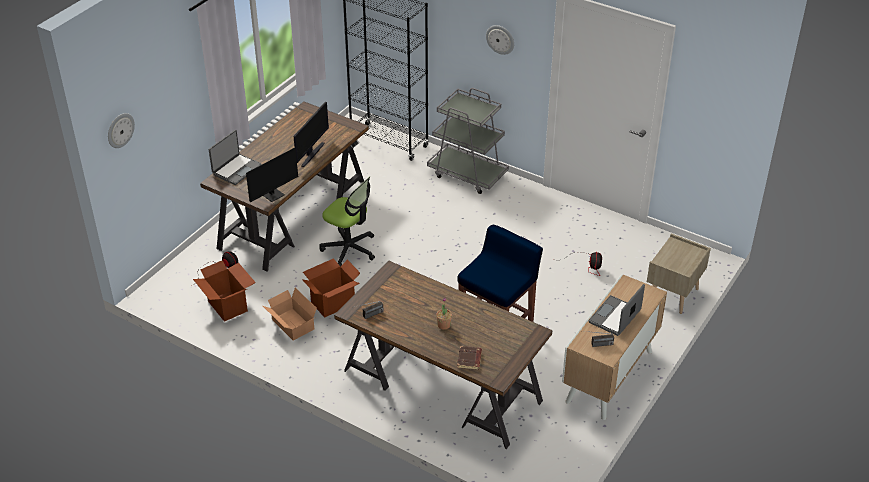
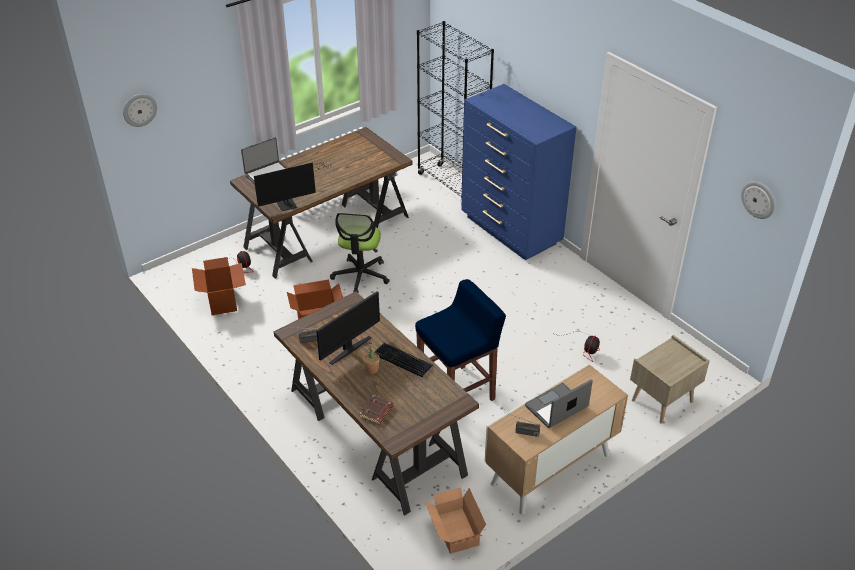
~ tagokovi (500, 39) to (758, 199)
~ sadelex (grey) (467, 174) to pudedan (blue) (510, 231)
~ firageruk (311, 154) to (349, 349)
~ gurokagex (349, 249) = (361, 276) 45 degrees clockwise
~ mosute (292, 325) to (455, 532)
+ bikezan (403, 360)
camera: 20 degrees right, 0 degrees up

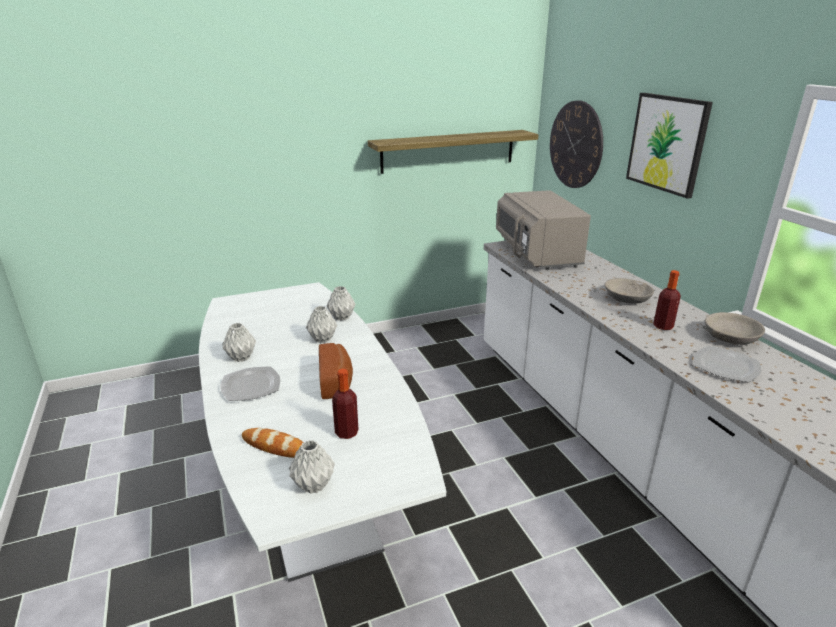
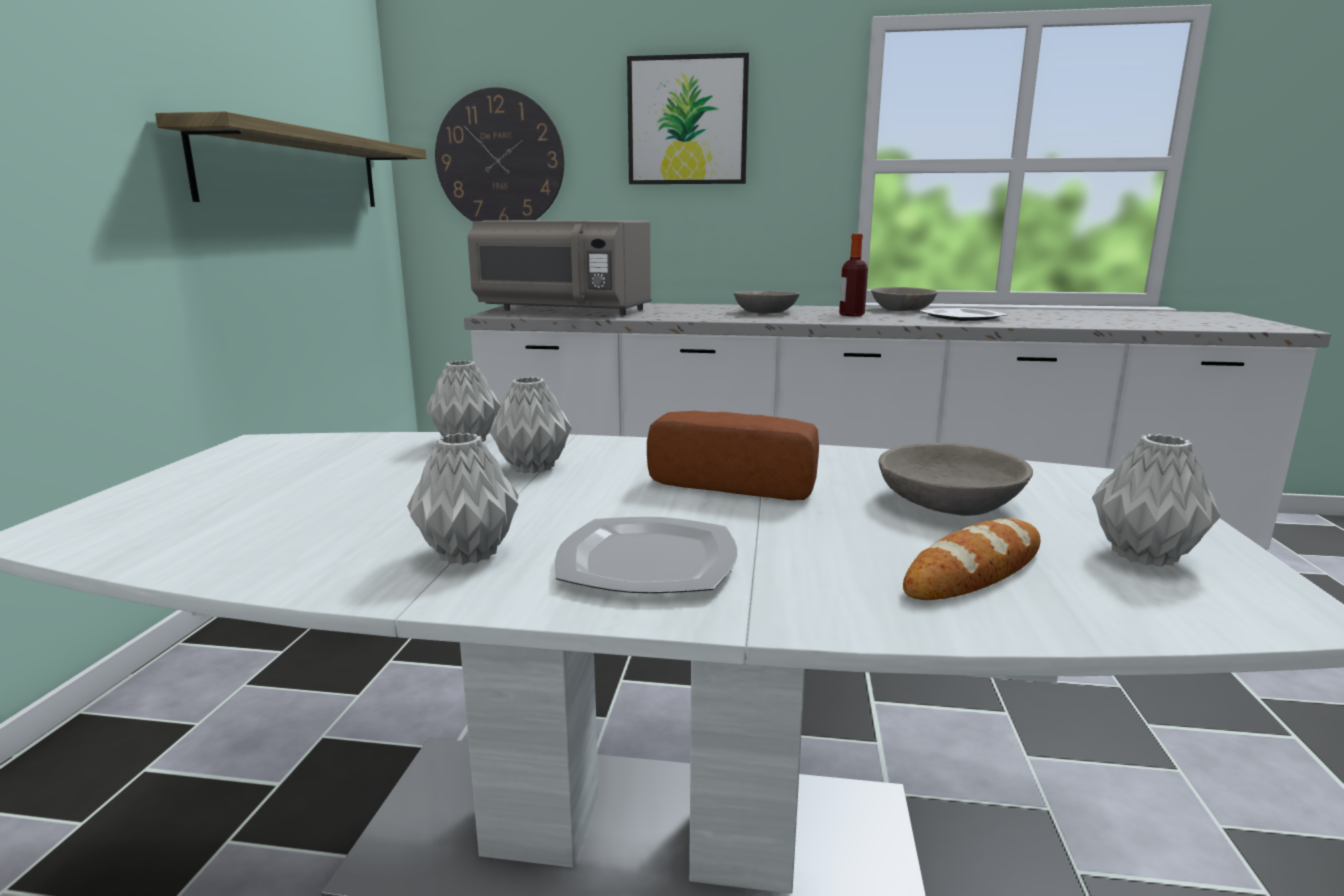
~ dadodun (346, 432) to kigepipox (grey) (949, 503)
camera: 60 degrees left, 10 degrees down

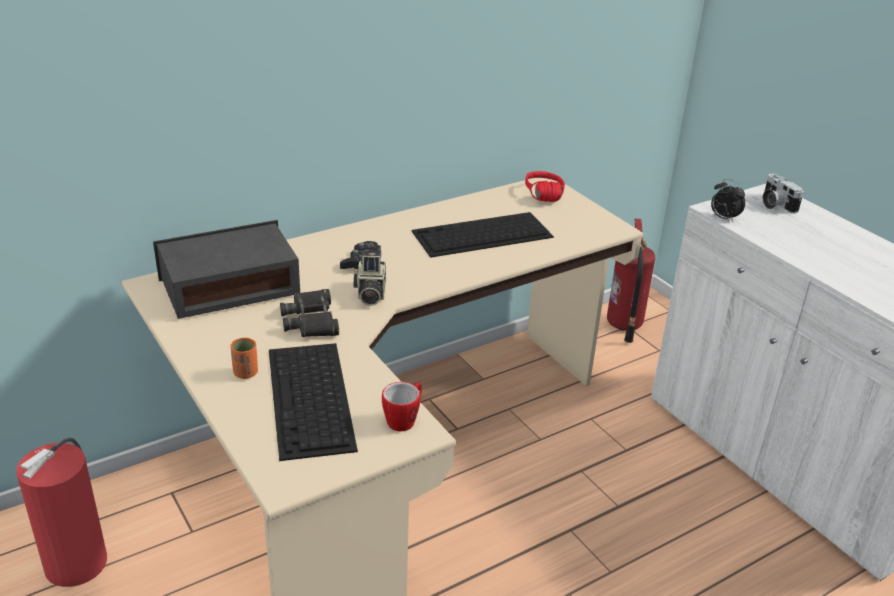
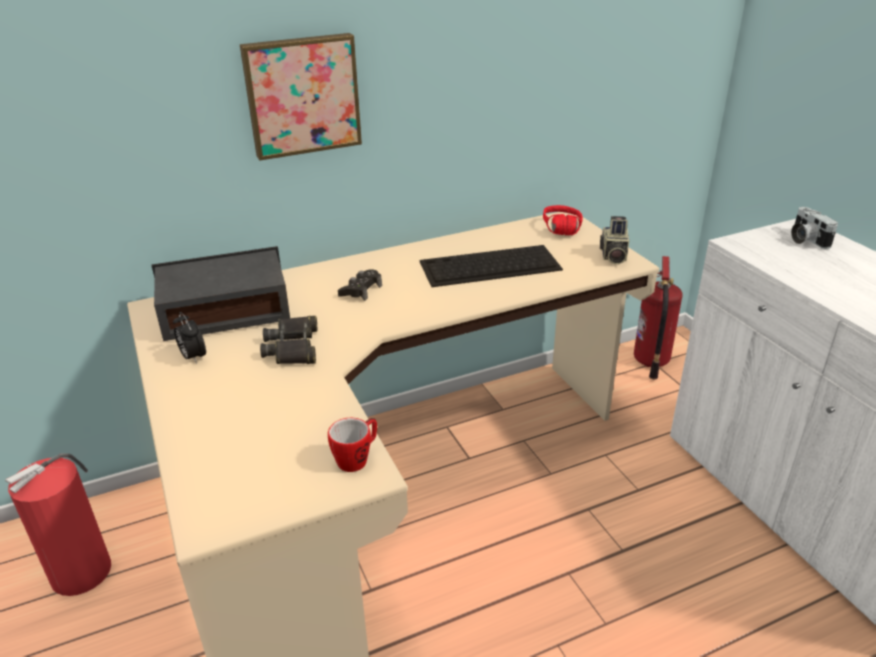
~ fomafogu (723, 218) to (193, 357)
~ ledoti (370, 294) to (612, 256)
- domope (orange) (245, 373)
- bikezan (311, 399)
+ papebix (302, 95)
camera: 10 degrees right, 0 degrees up

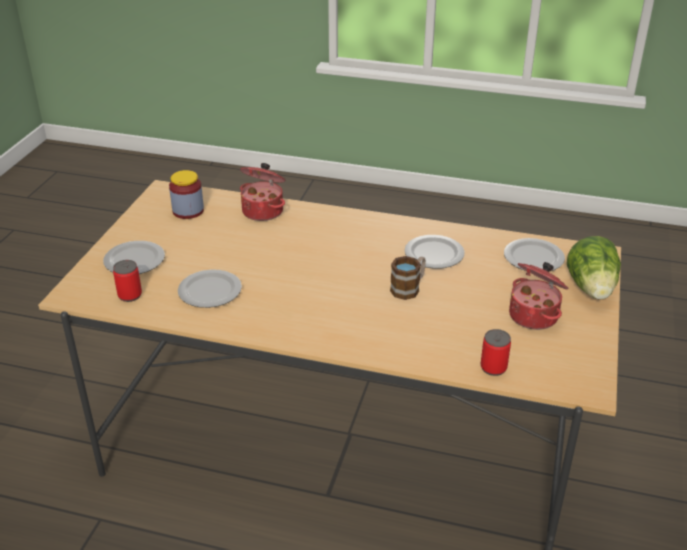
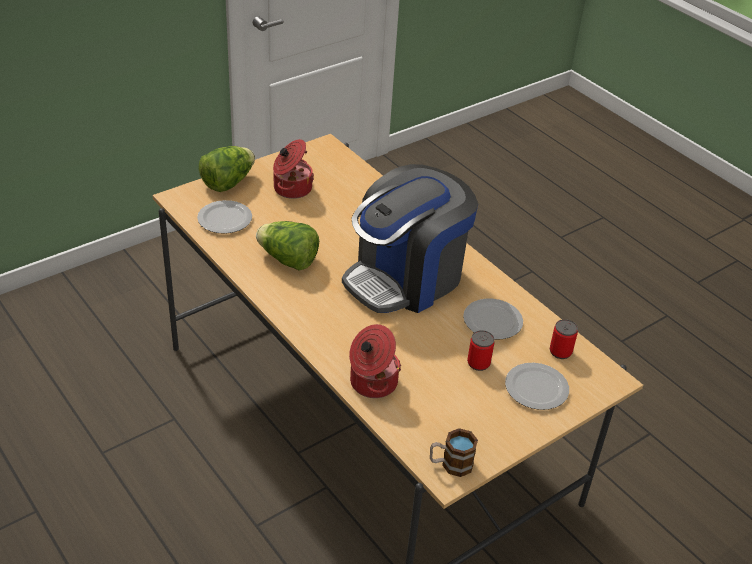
- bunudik (188, 211)
~ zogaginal (433, 254) to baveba (288, 260)
~ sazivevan (409, 288) to (450, 464)
~ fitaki (493, 368) to (478, 363)
+ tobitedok (406, 278)
camera: 145 degrees left, 5 degrees up

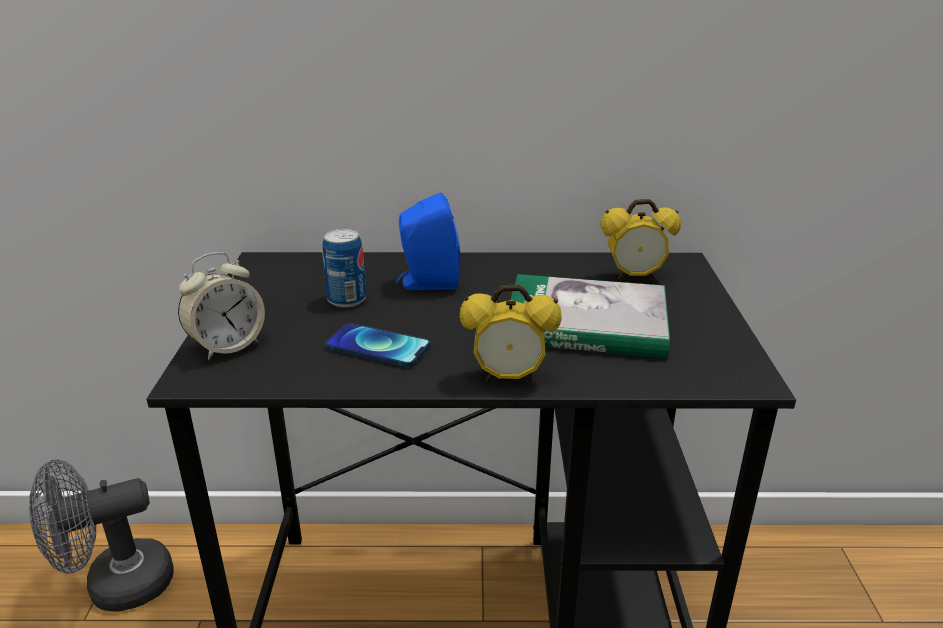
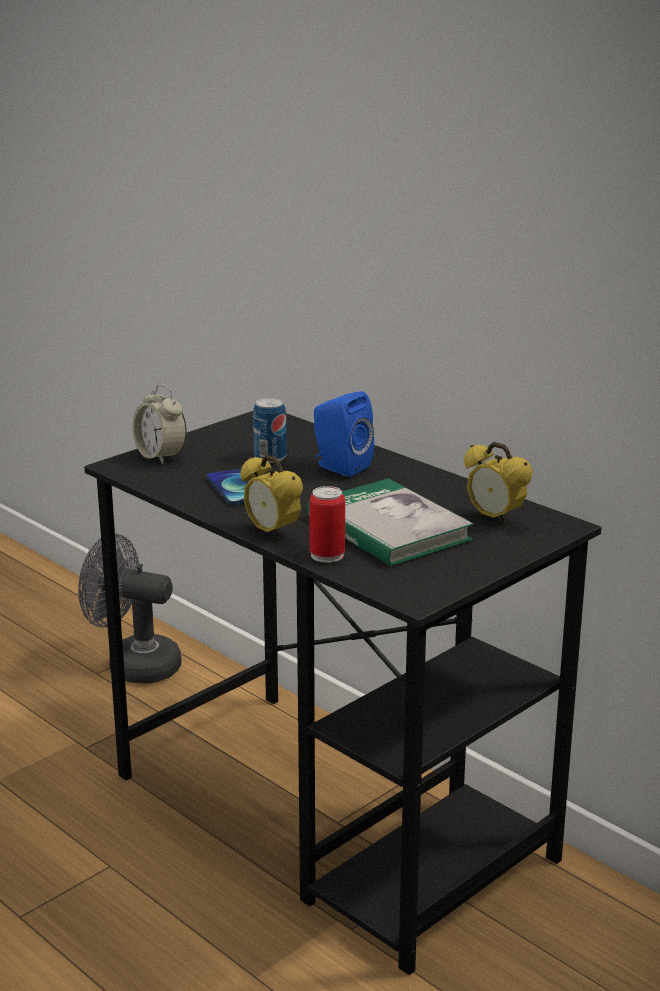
~ fomafogu (227, 346) = (160, 456) 45 degrees clockwise
+ fitaki (327, 555)
camera: 45 degrees right, 5 degrees down

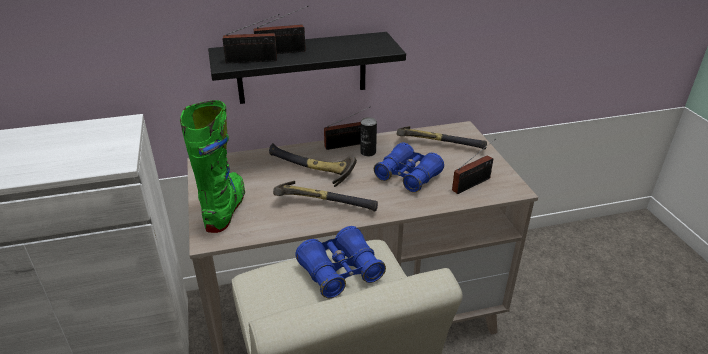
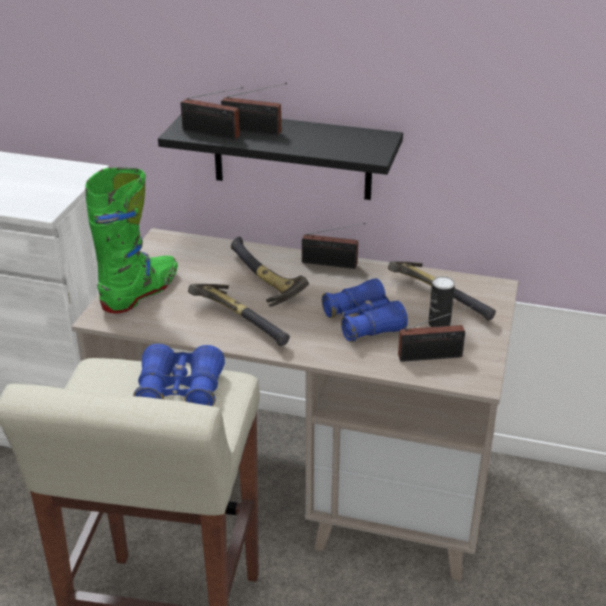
~ fitaki (368, 152) to (439, 324)
camera: 30 degrees right, 0 degrees up

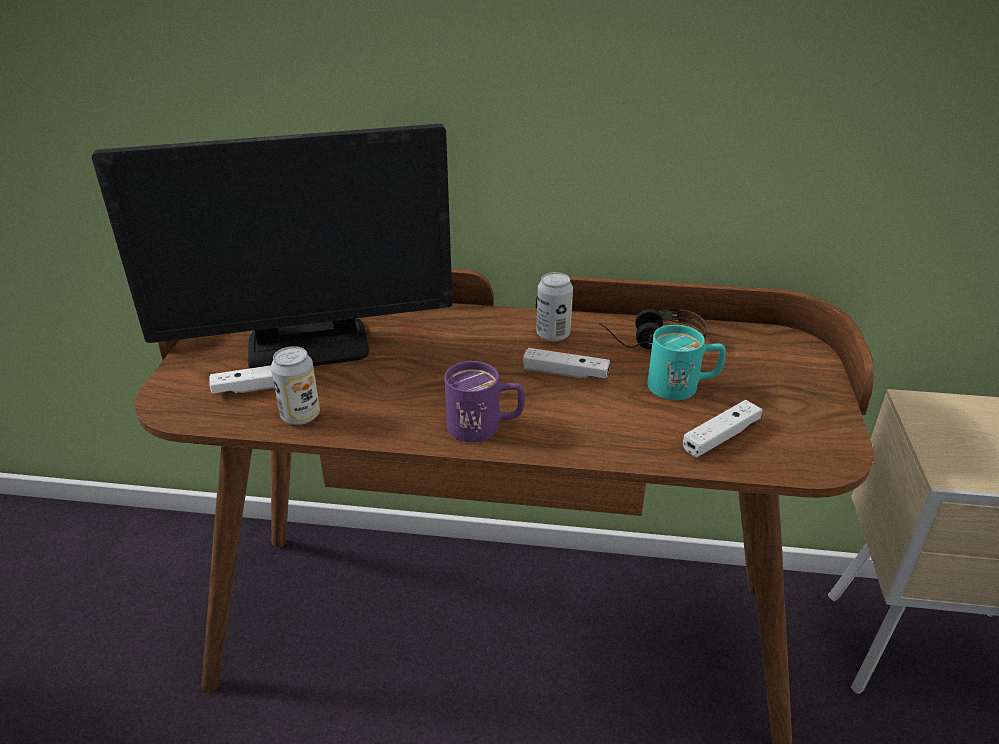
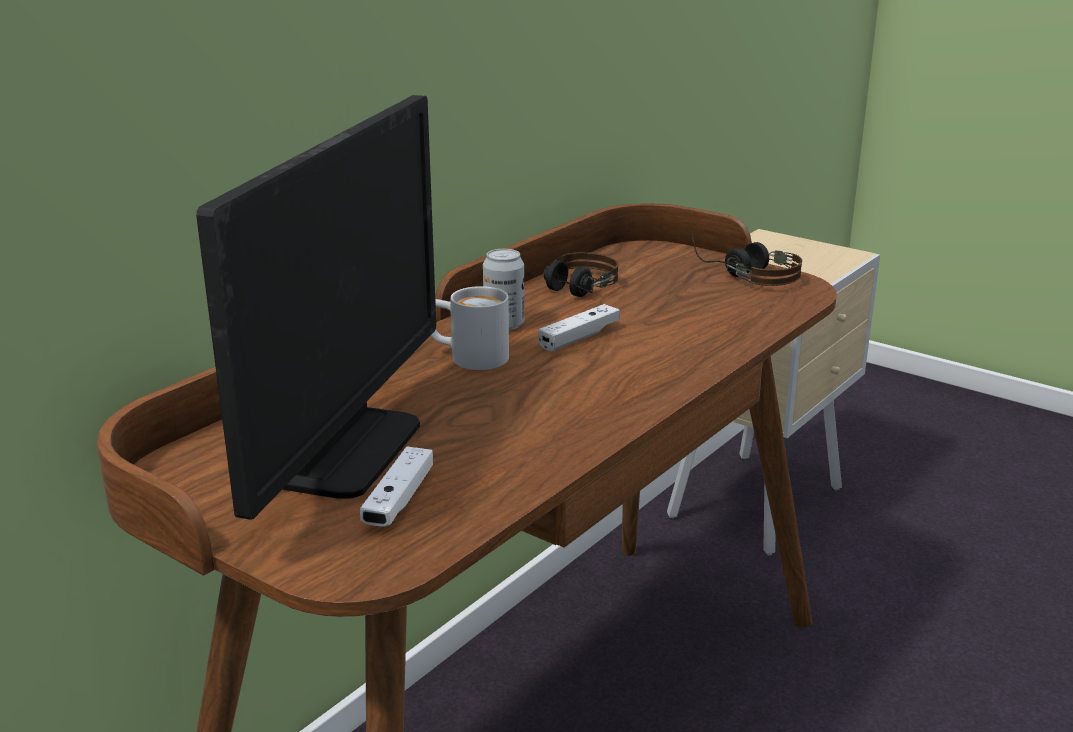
- sazivevan (turquoise) (683, 386)
- fitaki (300, 415)
- sazivevan (purple) (485, 426)
- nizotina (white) (721, 437)
+ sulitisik (744, 274)
+ sazivevan (white) (468, 357)
camera: 60 degrees left, 10 degrees down

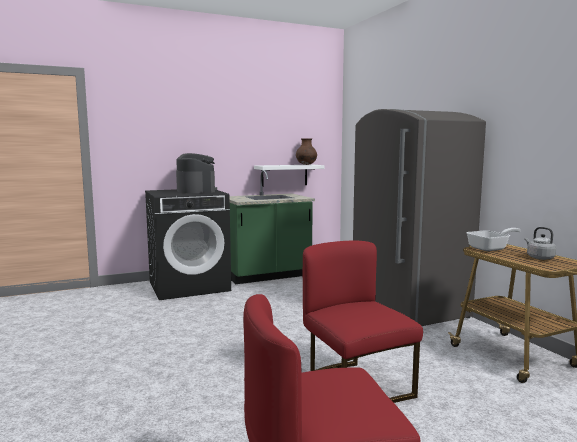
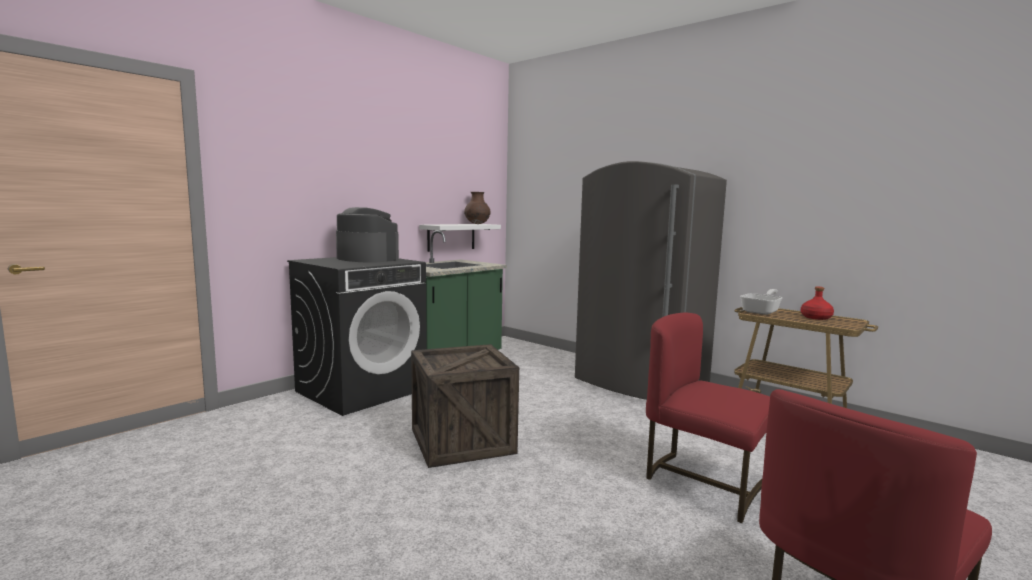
~ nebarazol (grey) (539, 257) to dadodun (red) (815, 317)
+ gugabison (462, 441)
camera: 25 degrees left, 0 degrees up

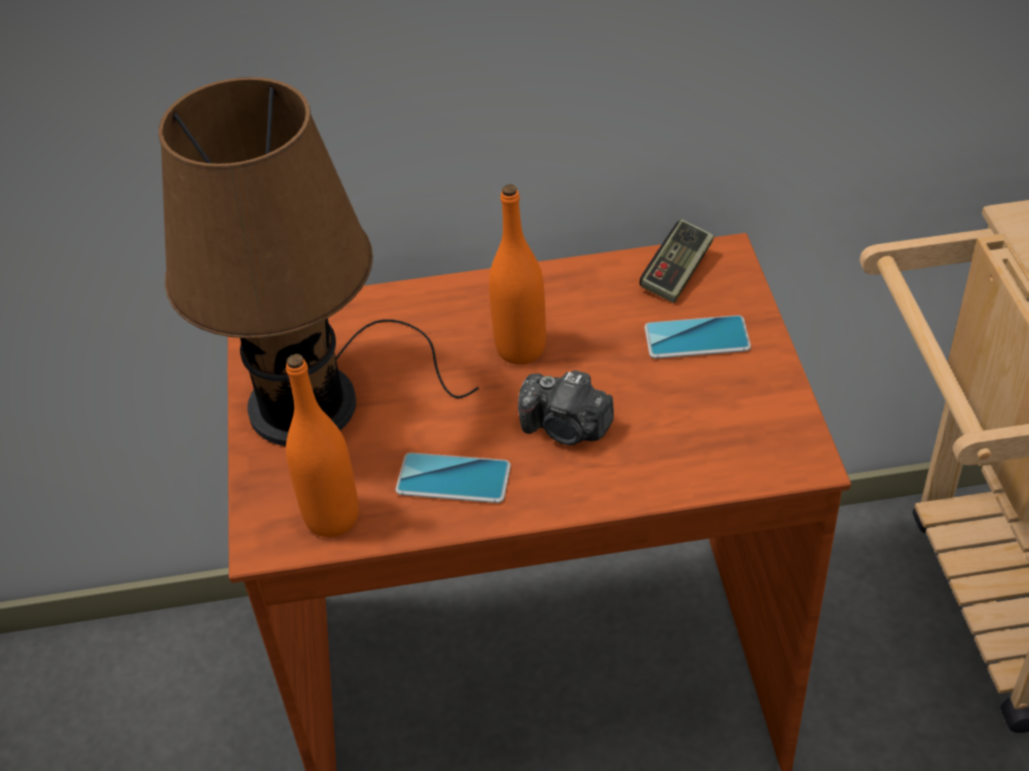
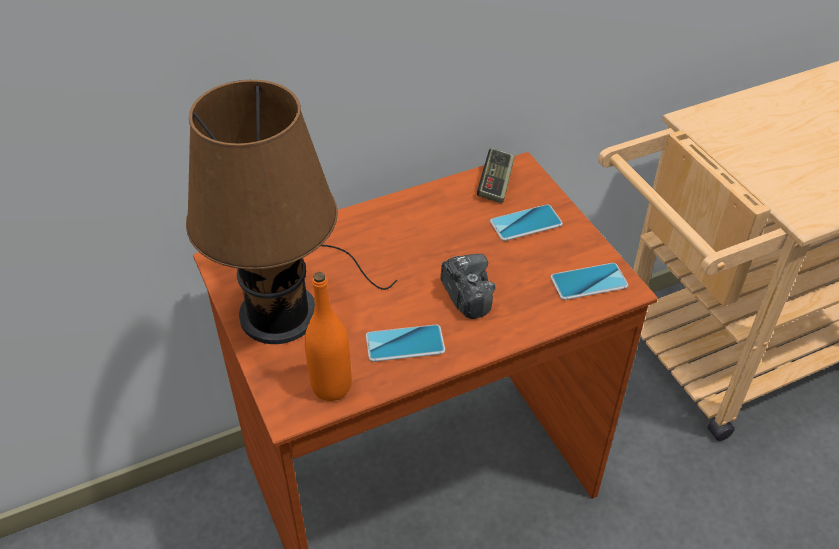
- dadodun (orange) (520, 348)
~ ledoti (566, 428) = (466, 296) 120 degrees counterclockwise
+ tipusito (589, 282)
camera: 20 degrees left, 0 degrees up

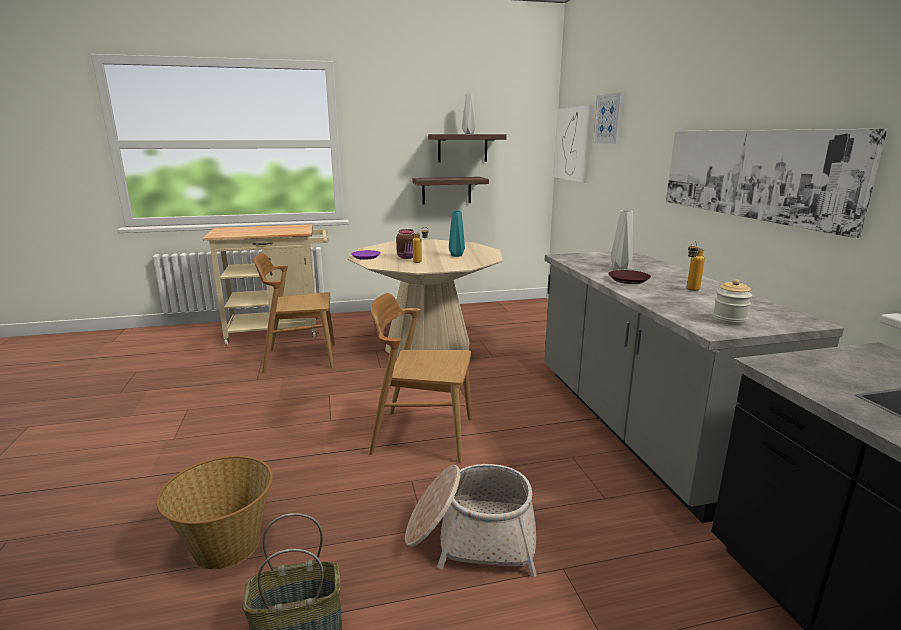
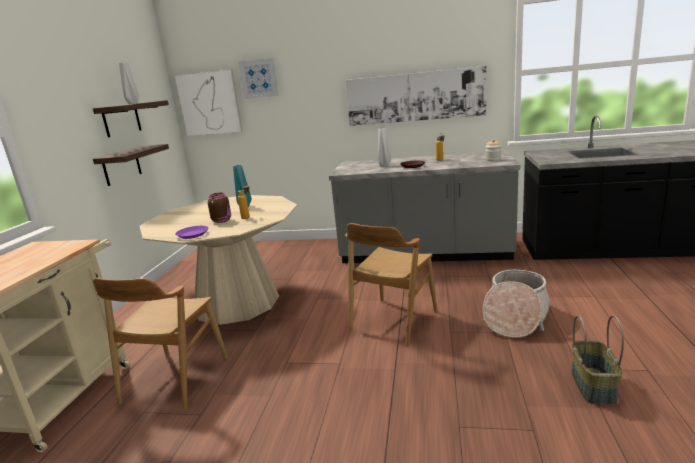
- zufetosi (226, 547)
camera: 65 degrees left, 0 degrees up

